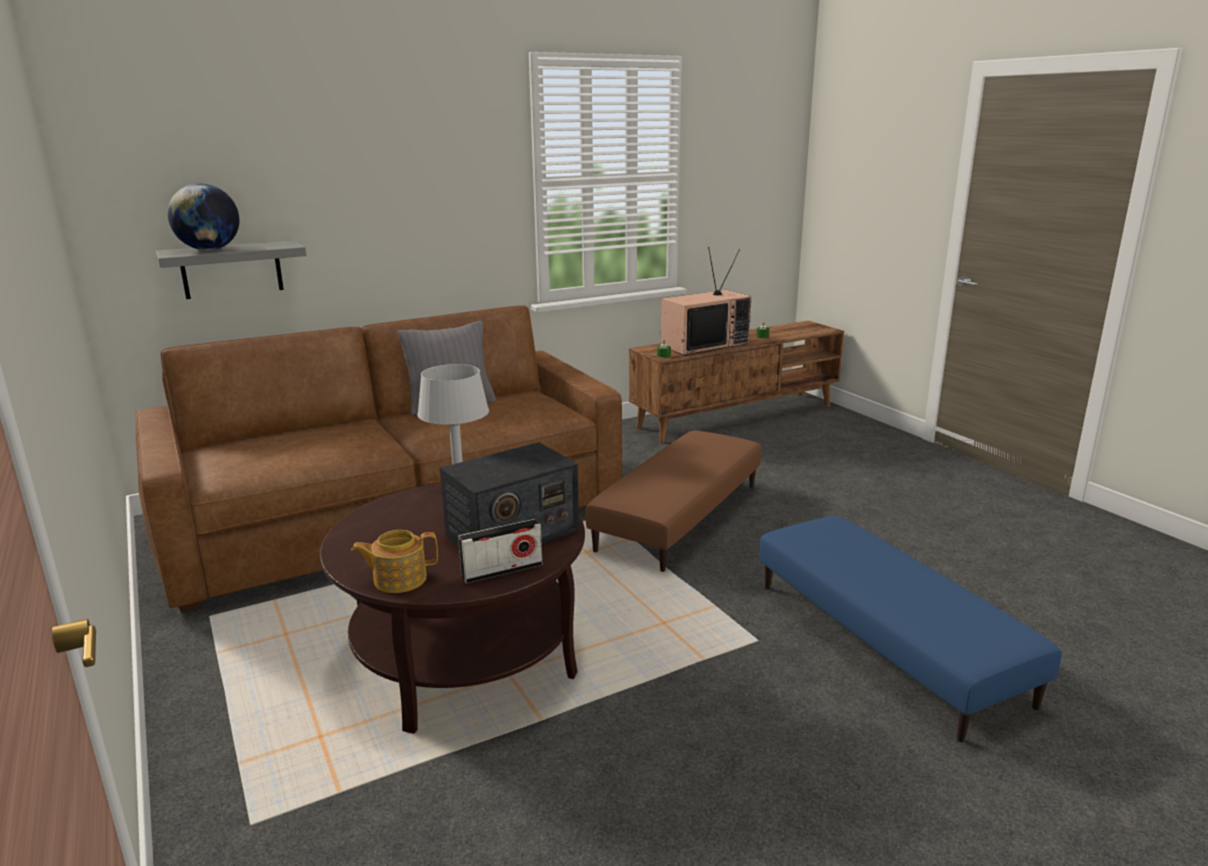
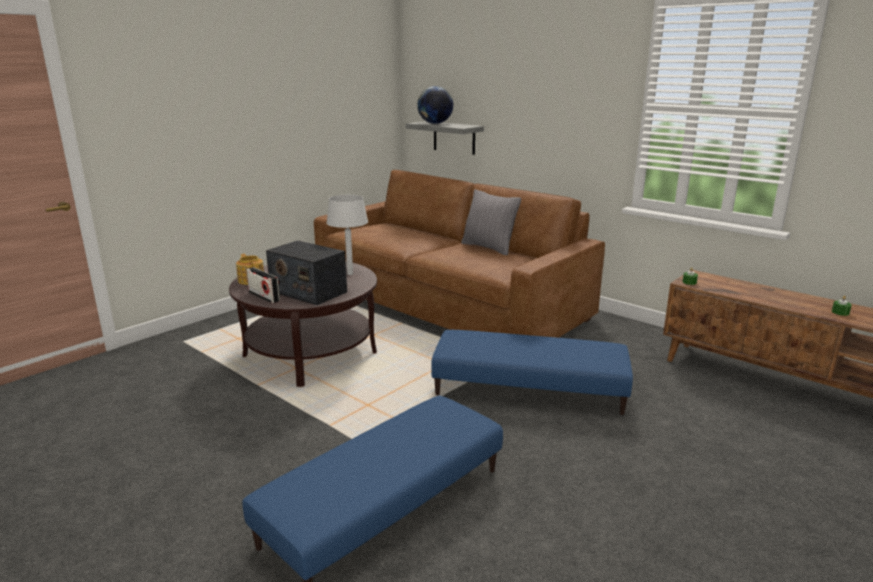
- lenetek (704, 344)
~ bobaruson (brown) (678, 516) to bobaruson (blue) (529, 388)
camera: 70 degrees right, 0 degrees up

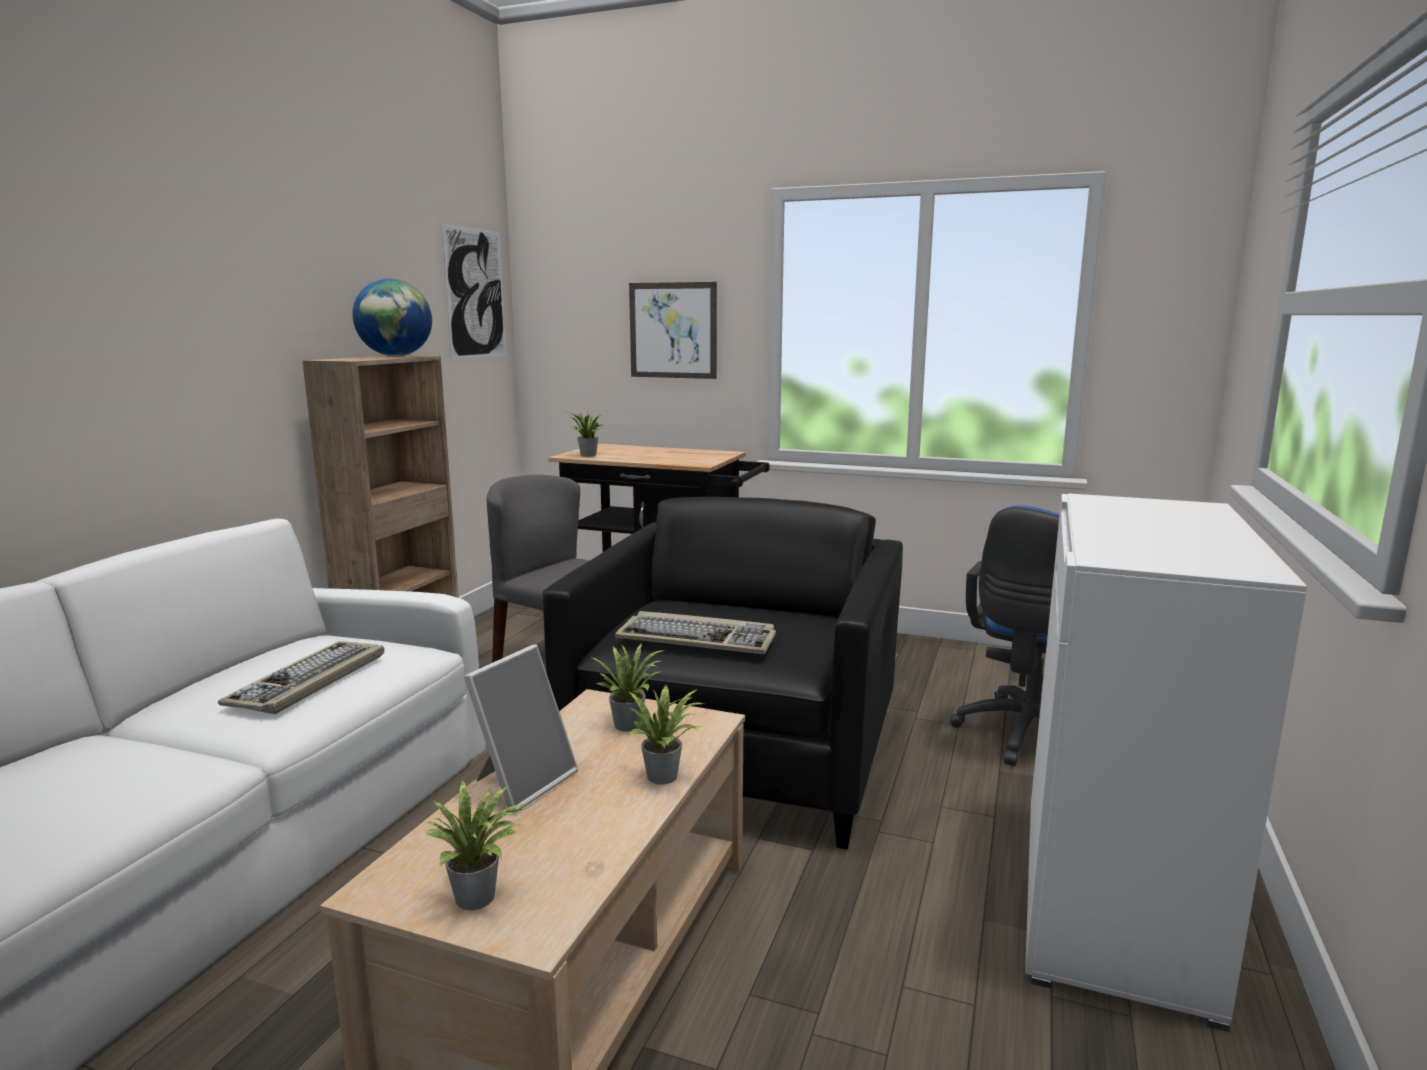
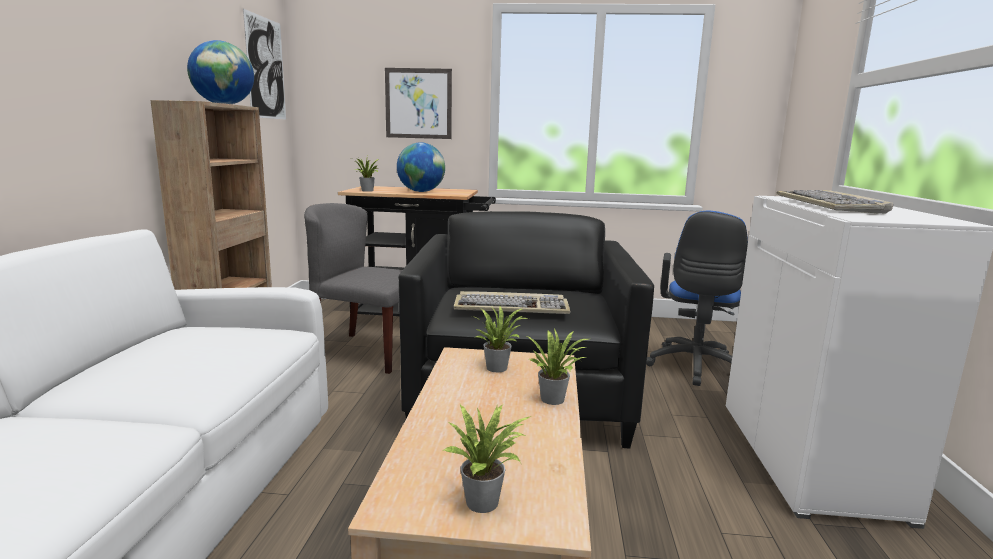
~ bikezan (309, 681) to (829, 205)
- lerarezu (522, 783)
+ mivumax (421, 191)
camera: 15 degrees left, 0 degrees up

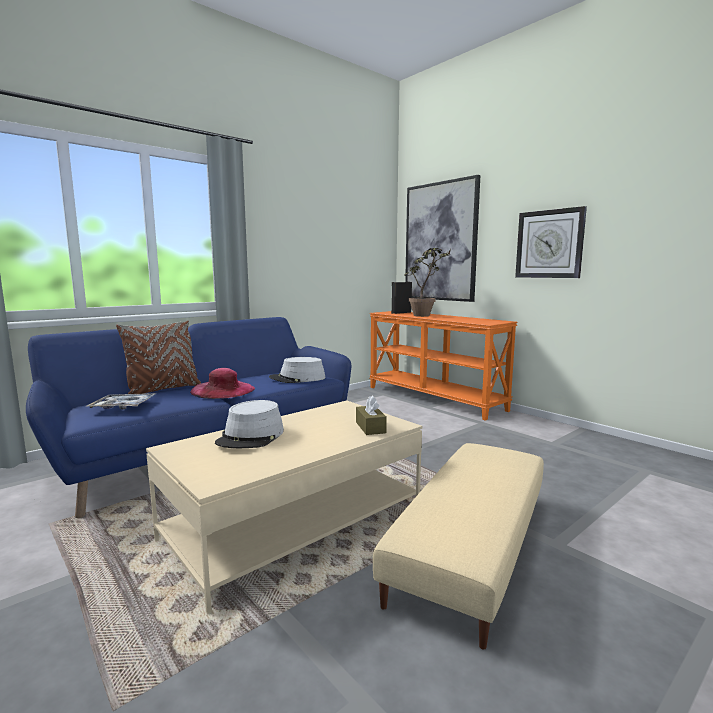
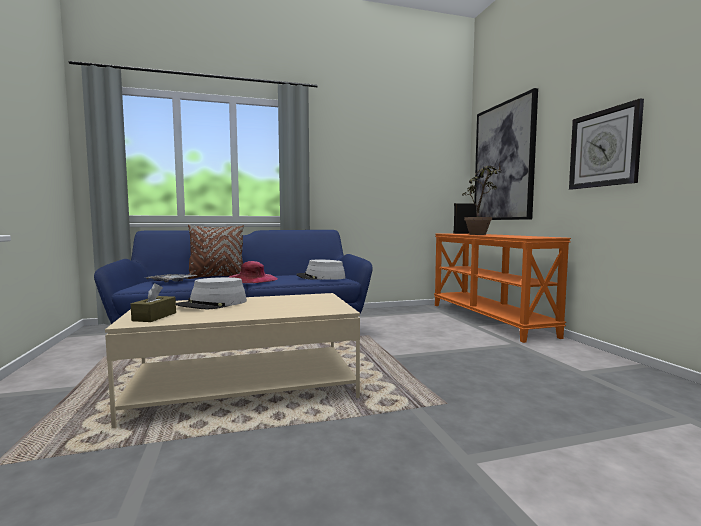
~ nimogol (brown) (370, 427) to (154, 317)
- bobaruson (beige) (471, 545)
camera: 25 degrees right, 5 degrees down

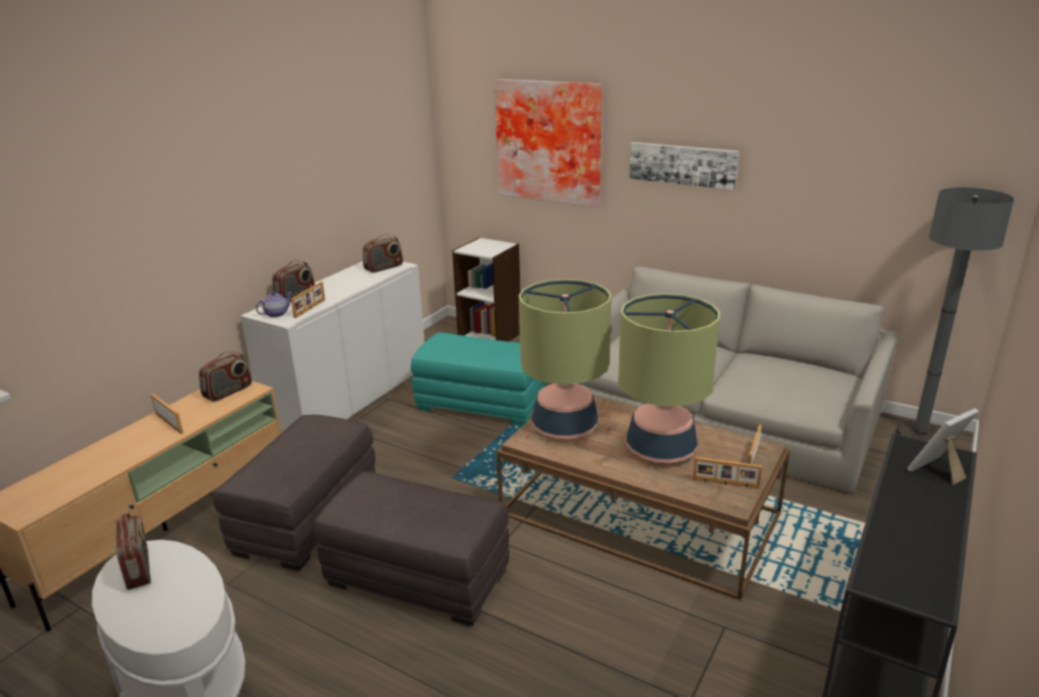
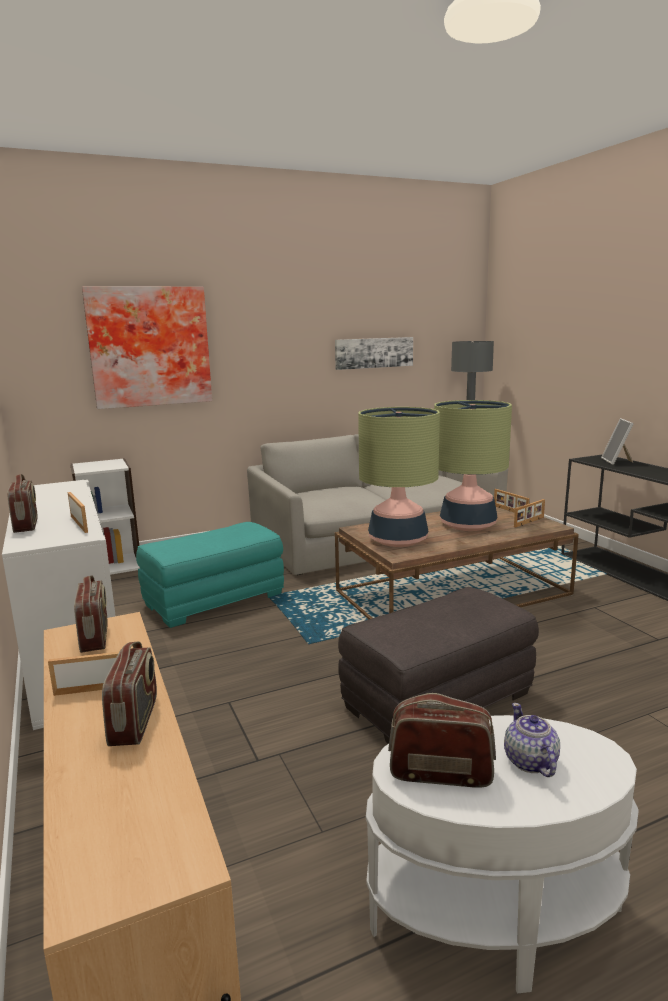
~ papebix (682, 164) to (374, 353)
~ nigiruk (384, 268) to (135, 721)
~ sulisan (276, 314) to (530, 762)
- bobaruson (grey) (307, 517)
camera: 55 degrees left, 10 degrees down

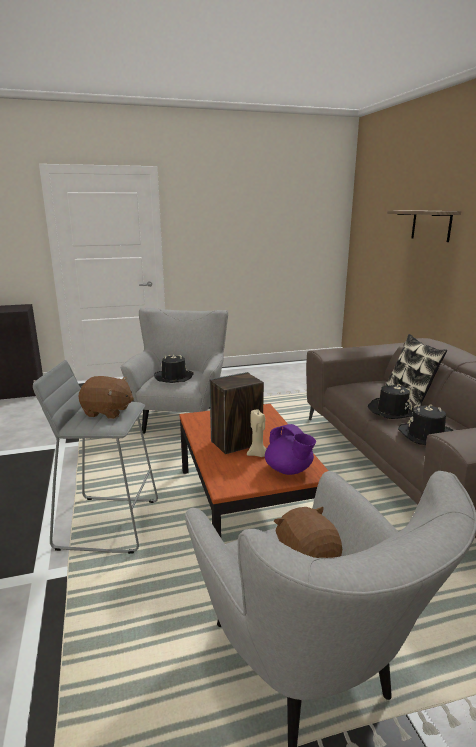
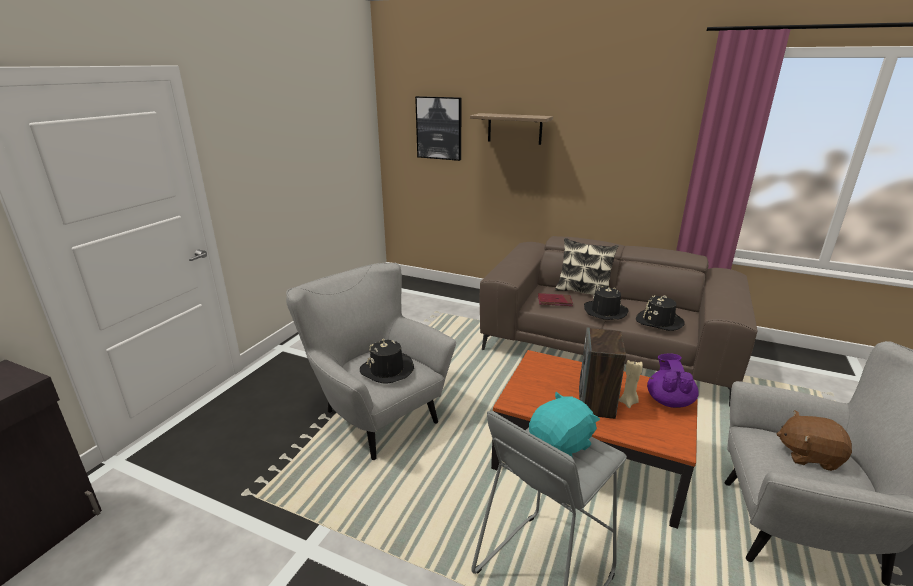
~ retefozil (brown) (107, 412) to retefozil (turquoise) (561, 444)
~ sulisan (purple) (289, 470) = (669, 400) 90 degrees counterclockwise
+ papebix (439, 128)
+ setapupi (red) (554, 301)
camera: 50 degrees left, 5 degrees up

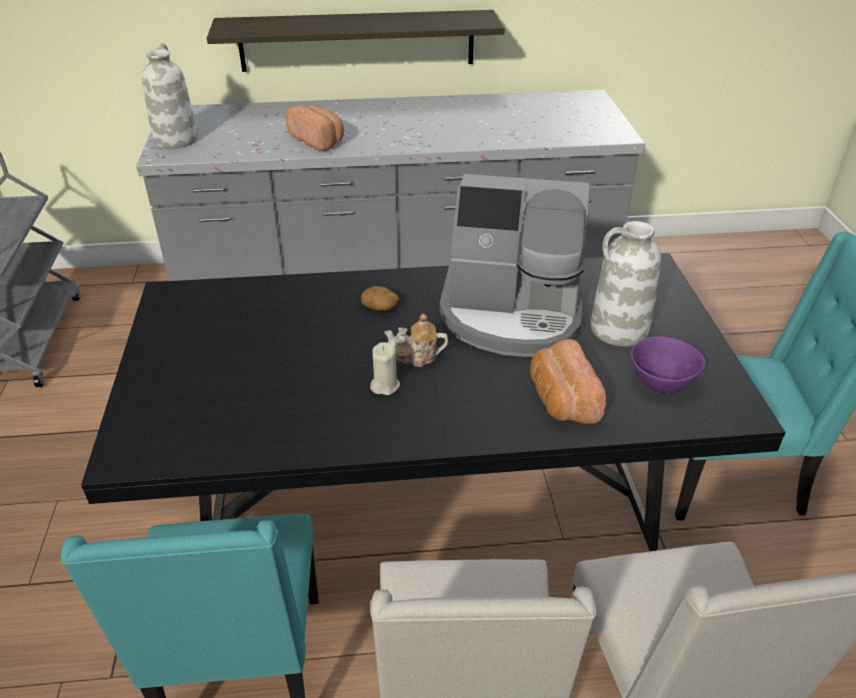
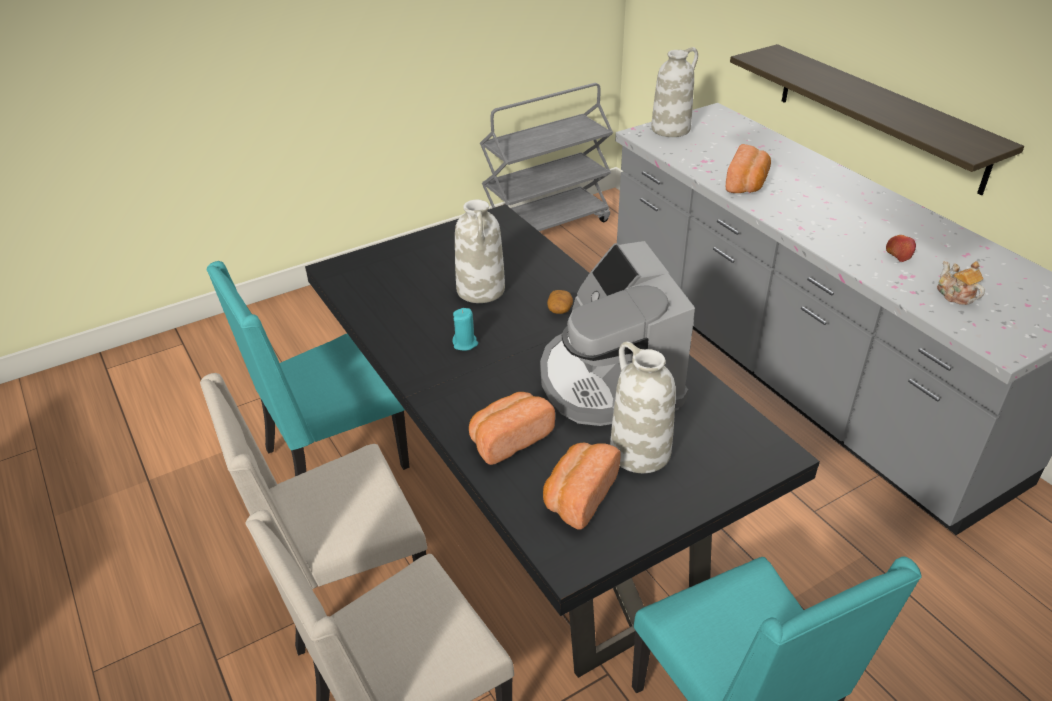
~ sulisan (416, 356) to (955, 295)
~ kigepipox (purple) (661, 381) to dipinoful (578, 496)
~ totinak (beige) (385, 385) to totinak (turquoise) (465, 343)
+ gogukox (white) (481, 290)
+ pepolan (898, 254)
camera: 65 degrees right, 0 degrees up

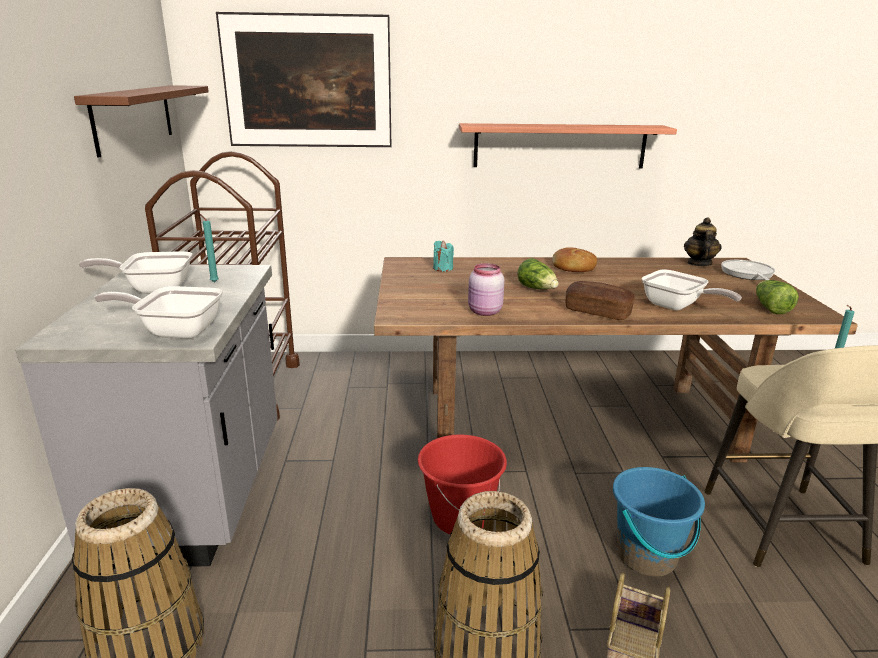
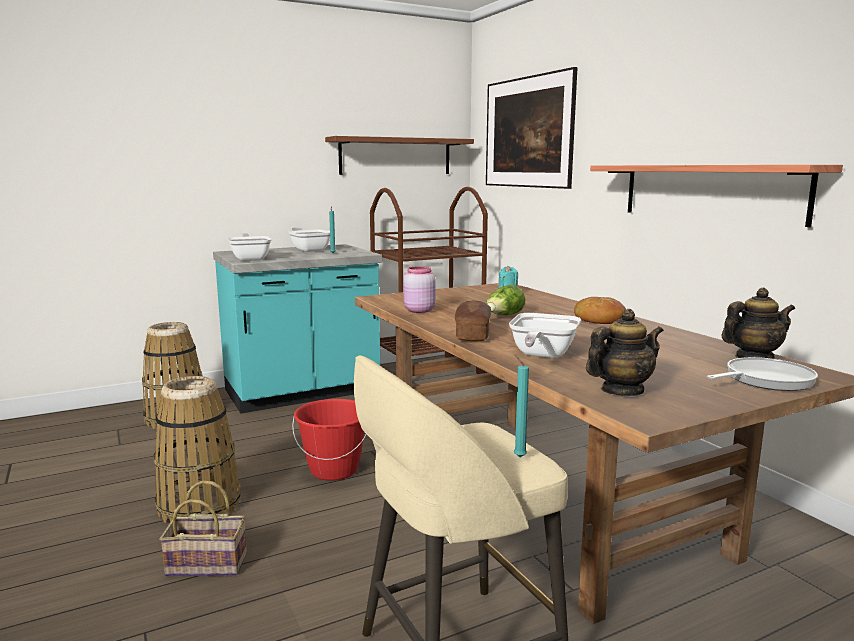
~ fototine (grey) (198, 493) to fototine (turquoise) (302, 393)
~ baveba (770, 308) to sulisan (621, 391)
- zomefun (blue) (647, 556)
camera: 65 degrees right, 10 degrees down

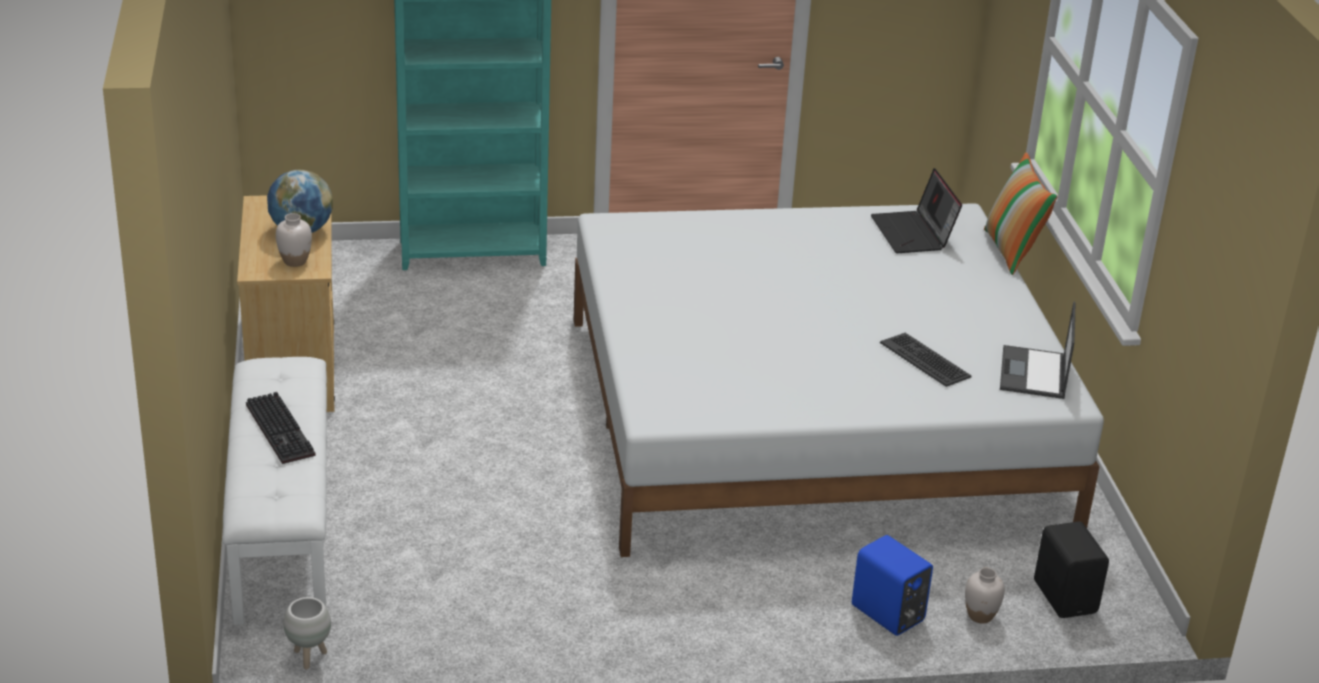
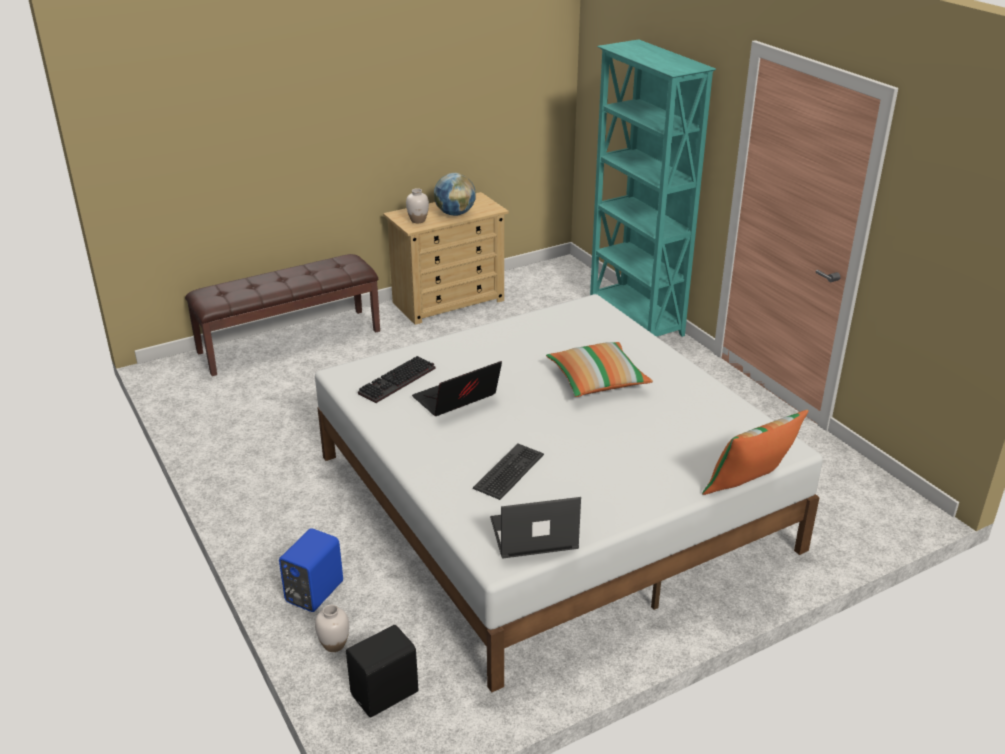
~ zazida (914, 234) to (456, 400)
~ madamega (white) (281, 528) to madamega (brown) (290, 341)
~ bikezan (283, 430) to (397, 382)
- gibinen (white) (309, 657)
+ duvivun (597, 381)
camera: 70 degrees right, 0 degrees up

